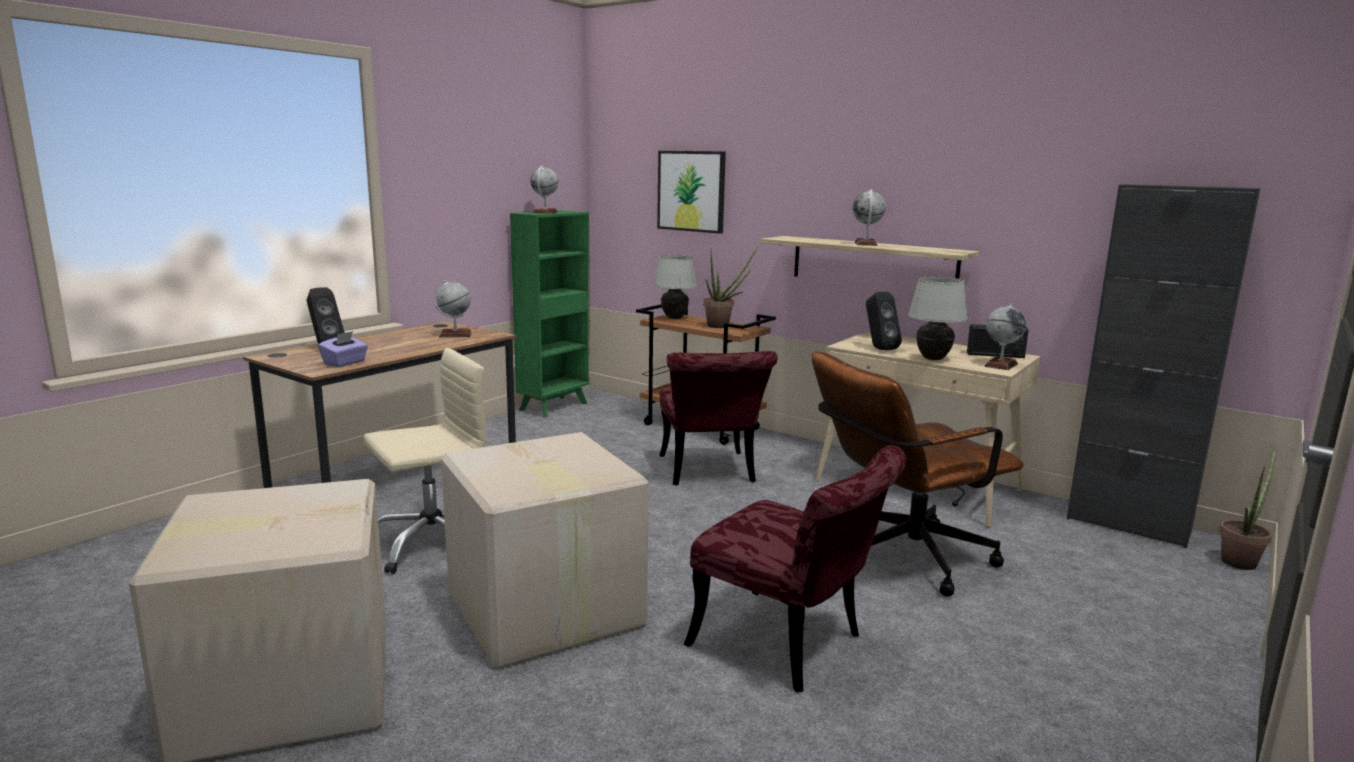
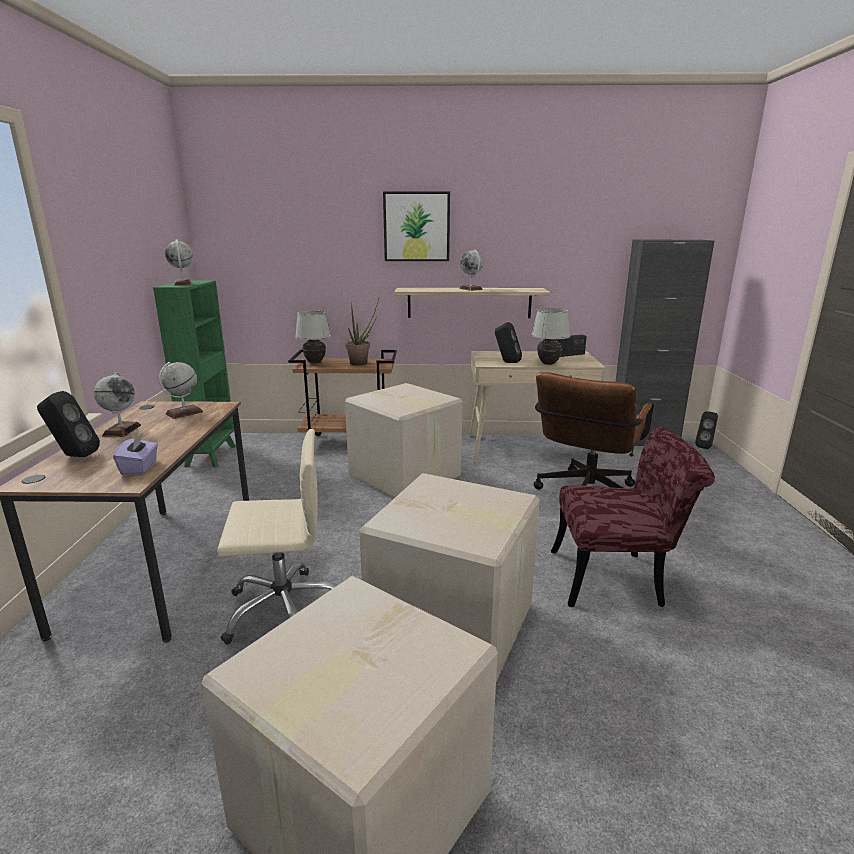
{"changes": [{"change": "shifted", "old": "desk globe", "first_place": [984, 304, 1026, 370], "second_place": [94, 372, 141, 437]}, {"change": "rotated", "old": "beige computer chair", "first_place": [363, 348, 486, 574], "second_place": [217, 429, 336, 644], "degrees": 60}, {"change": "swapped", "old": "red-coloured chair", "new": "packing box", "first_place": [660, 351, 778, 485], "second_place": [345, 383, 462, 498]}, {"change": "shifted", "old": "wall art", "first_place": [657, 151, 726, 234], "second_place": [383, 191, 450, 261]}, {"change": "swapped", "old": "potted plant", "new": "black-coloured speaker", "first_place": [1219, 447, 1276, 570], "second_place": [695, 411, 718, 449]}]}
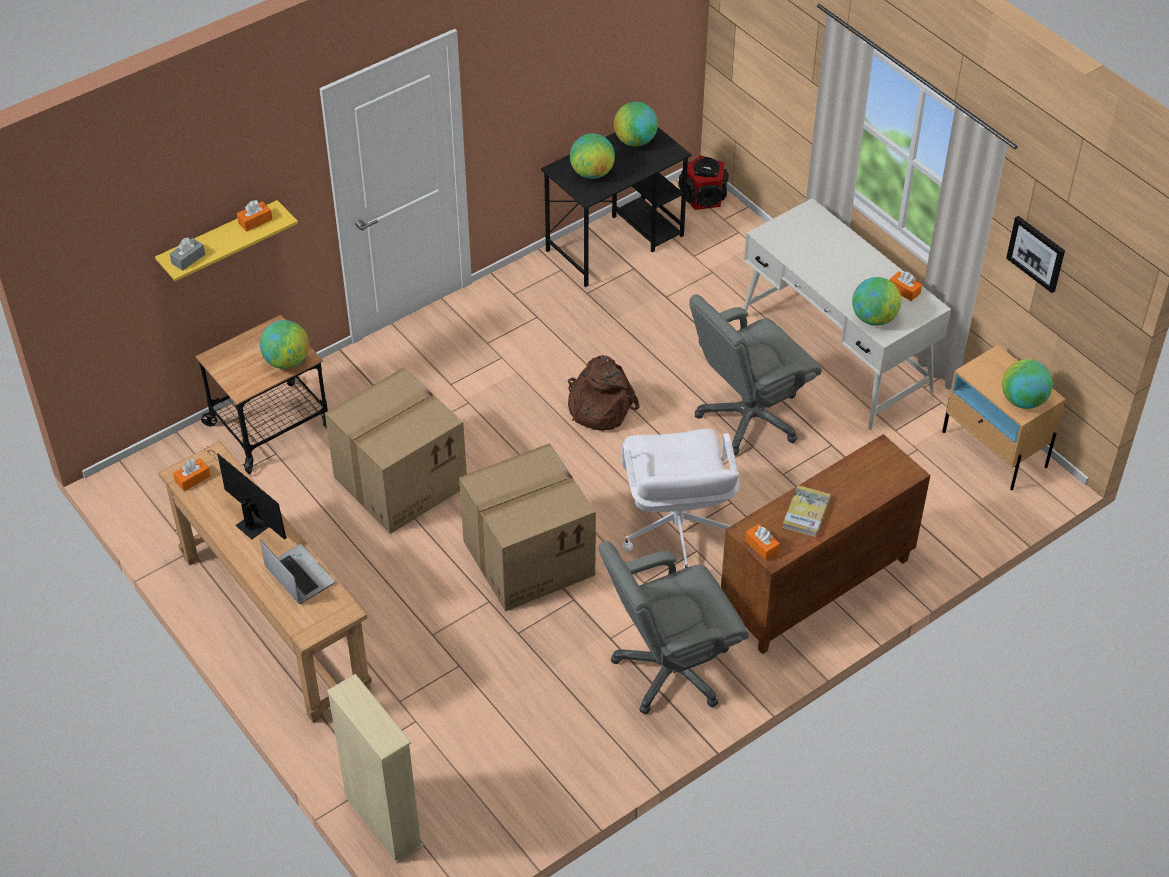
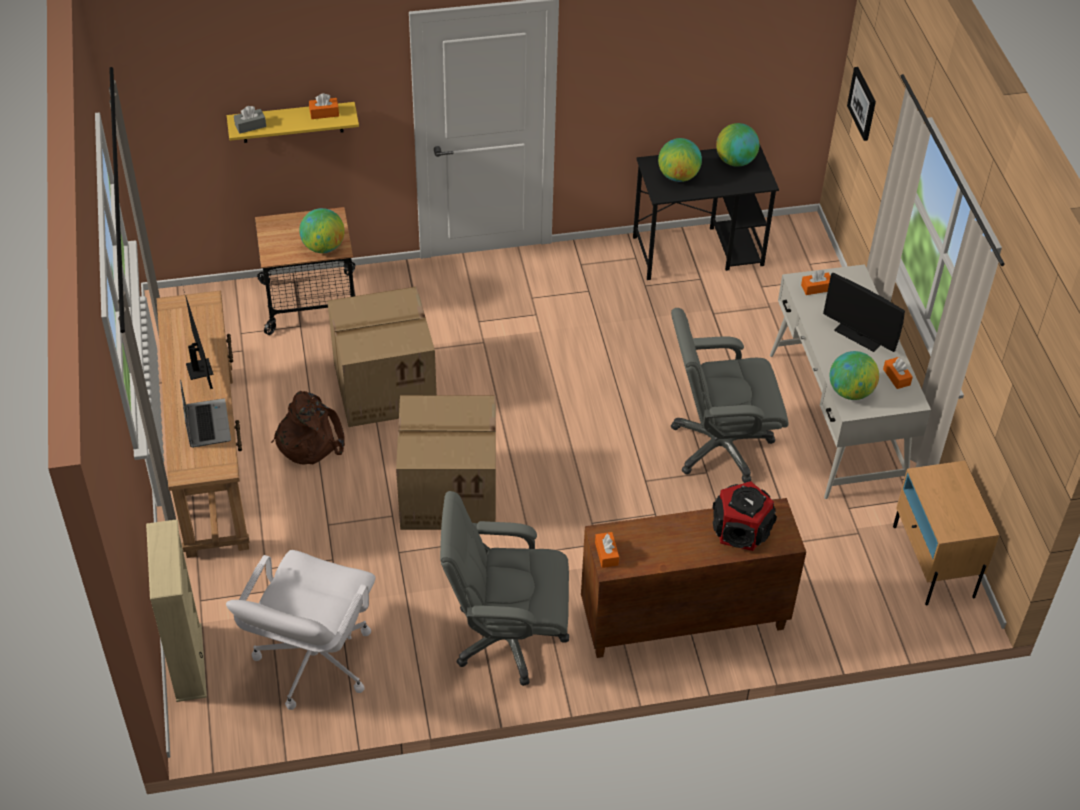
{"changes": [{"change": "shifted", "old": "whitish computer chair", "first_place": [622, 429, 740, 569], "second_place": [226, 550, 376, 710]}, {"change": "shifted", "old": "brownish backpack", "first_place": [568, 355, 640, 431], "second_place": [271, 391, 345, 465]}, {"change": "shifted", "old": "speaker", "first_place": [678, 155, 729, 210], "second_place": [713, 481, 777, 551]}, {"change": "shifted", "old": "orange tissue holder", "first_place": [173, 458, 211, 491], "second_place": [801, 270, 831, 295]}, {"change": "new", "new": "monitor", "second_place": [823, 273, 905, 352]}, {"change": "shifted", "old": "wall art", "first_place": [1006, 216, 1065, 293], "second_place": [847, 67, 876, 141]}, {"change": "gone", "old": "bound book", "first_place": [783, 485, 831, 537]}, {"change": "gone", "old": "desk globe", "first_place": [1002, 359, 1053, 409]}]}
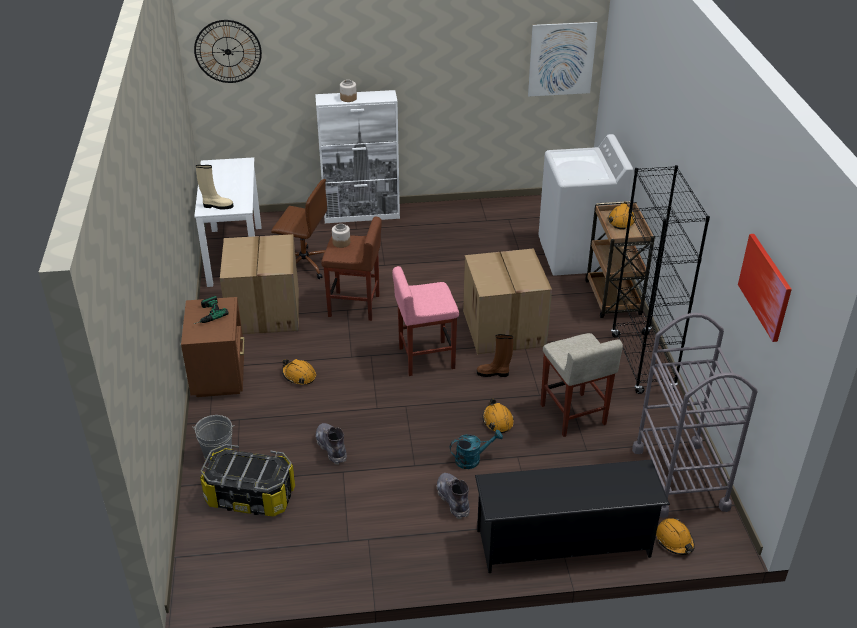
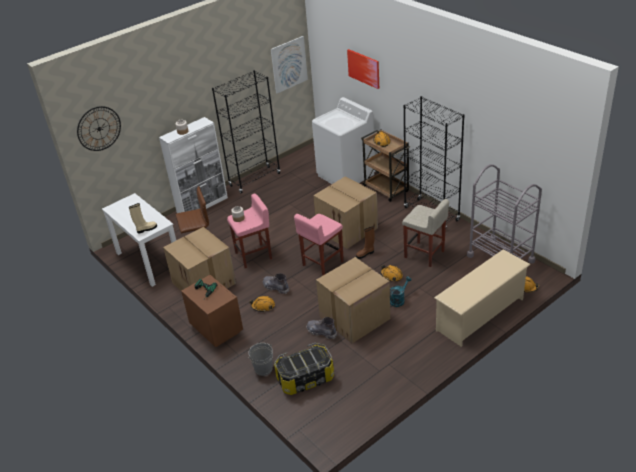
{"changes": [{"change": "new", "new": "black-coloured shelving unit", "second_place": [212, 70, 280, 194]}, {"change": "repainted", "old": "brownish sitting stool", "new": "pink-coloured sitting stool", "first_place": [321, 217, 382, 321], "second_place": [227, 194, 272, 268]}, {"change": "shifted", "old": "grey boot", "first_place": [437, 473, 470, 519], "second_place": [263, 273, 290, 294]}, {"change": "new", "new": "packing box", "second_place": [316, 257, 390, 343]}, {"change": "shifted", "old": "wall art", "first_place": [738, 234, 792, 342], "second_place": [347, 49, 379, 89]}, {"change": "repainted", "old": "black-coloured shoe shelf", "new": "beige shoe shelf", "first_place": [475, 459, 670, 573], "second_place": [434, 249, 531, 347]}]}
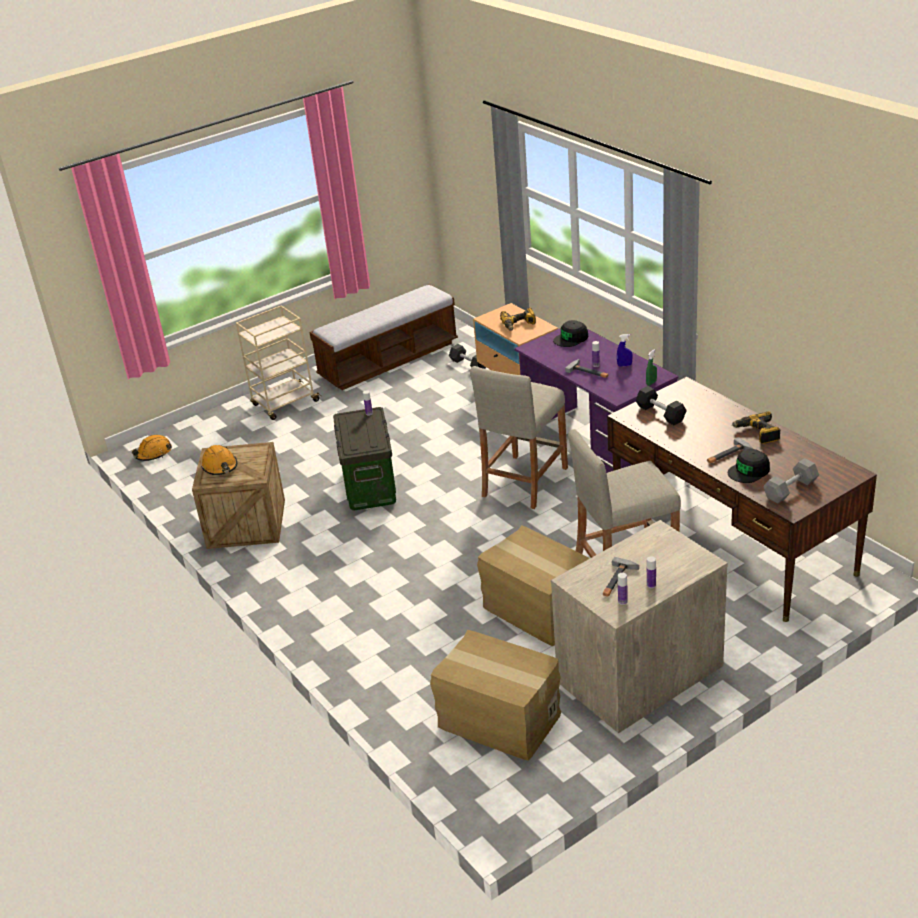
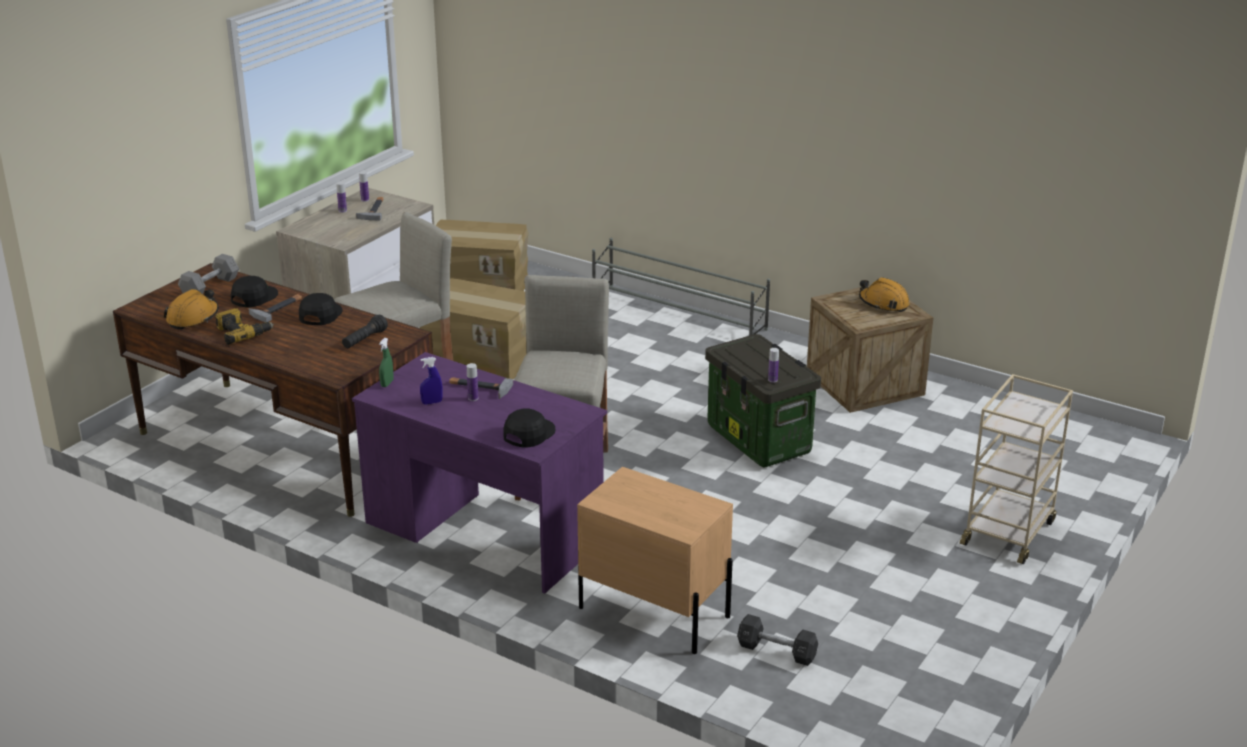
{"changes": [{"change": "shifted", "old": "orange hard hat", "first_place": [132, 435, 172, 461], "second_place": [164, 289, 219, 330]}, {"change": "new", "new": "black-coloured baseball cap", "second_place": [299, 293, 343, 325]}, {"change": "swapped", "old": "black-coloured free weight", "new": "black-coloured flashlight", "first_place": [635, 386, 687, 425], "second_place": [342, 315, 388, 348]}, {"change": "new", "new": "grey shoe shelf", "second_place": [592, 238, 770, 336]}, {"change": "gone", "old": "bench", "first_place": [309, 284, 458, 390]}, {"change": "gone", "old": "power drill", "first_place": [500, 308, 536, 331]}]}
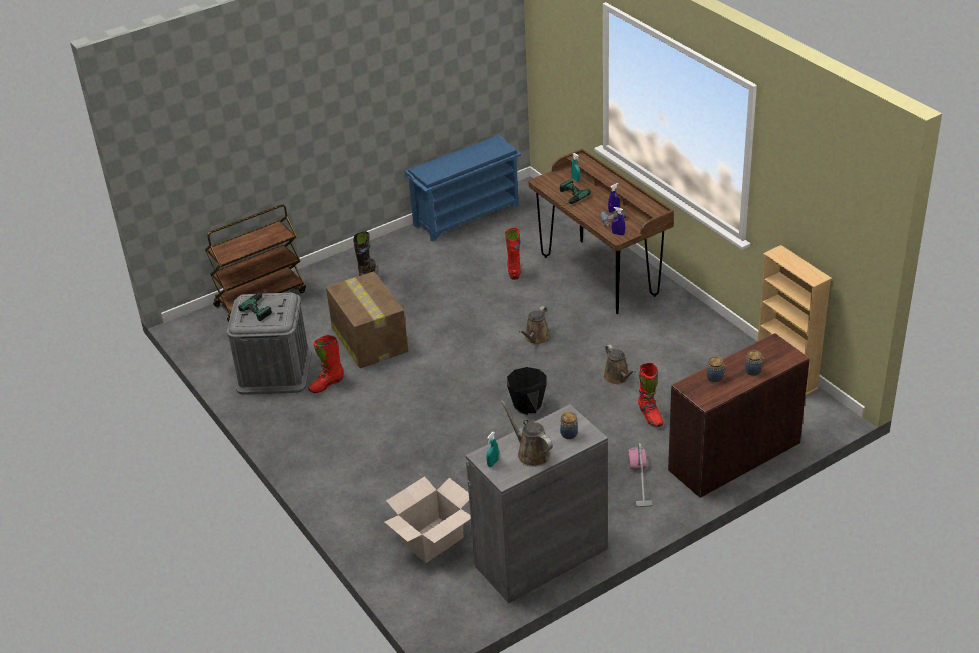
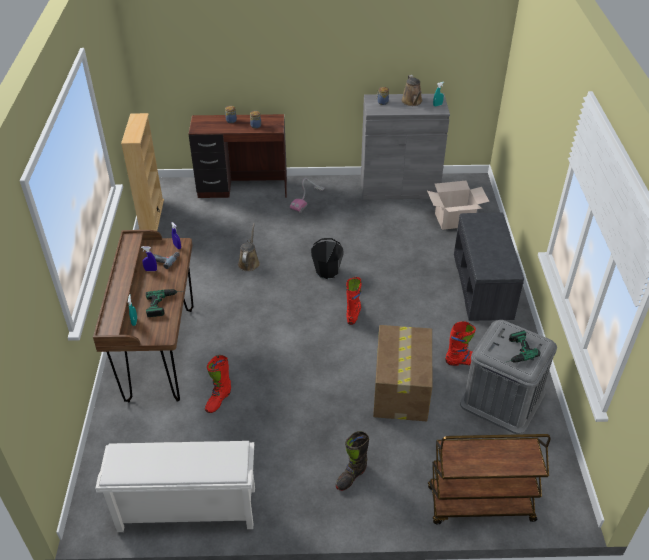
{"changes": [{"change": "repainted", "old": "blue-coloured shoe shelf", "new": "whitish shoe shelf", "first_place": [405, 135, 521, 241], "second_place": [95, 441, 255, 532]}, {"change": "shifted", "old": "red-coloured boot", "first_place": [638, 363, 663, 427], "second_place": [346, 277, 362, 325]}, {"change": "new", "new": "grey bench", "second_place": [454, 212, 524, 321]}, {"change": "gone", "old": "brownish watering can", "first_place": [519, 306, 551, 345]}]}
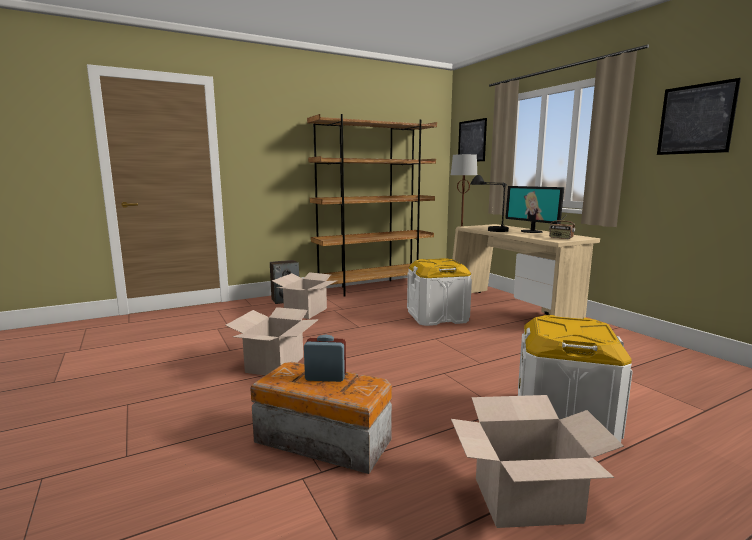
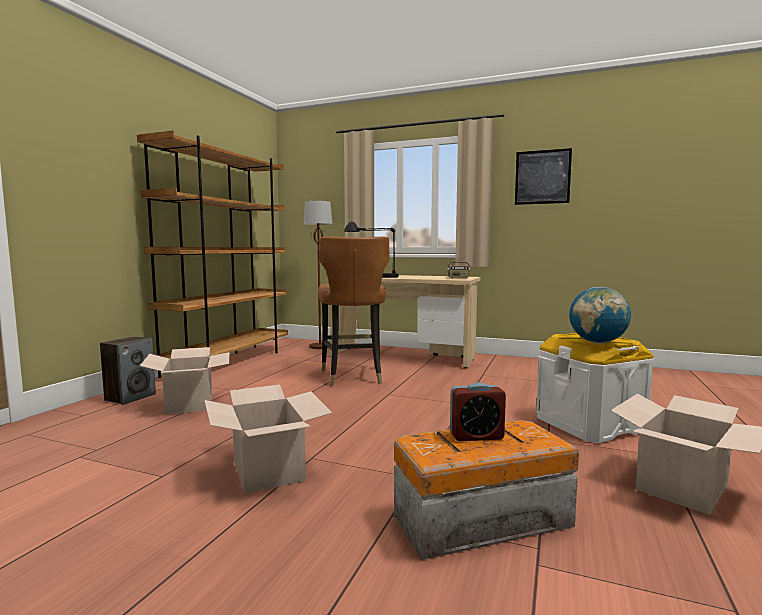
{"changes": [{"change": "swapped", "old": "whitish storage container", "new": "brownish chair", "first_place": [407, 258, 472, 326], "second_place": [318, 236, 390, 386]}, {"change": "rotated", "old": "alarm clock", "first_place": [304, 335, 346, 382], "second_place": [450, 383, 506, 441], "degrees": -150}, {"change": "new", "new": "desk globe", "second_place": [569, 287, 631, 343]}, {"change": "gone", "old": "wall art", "first_place": [458, 118, 487, 162]}, {"change": "gone", "old": "monitor", "first_place": [505, 186, 564, 233]}]}
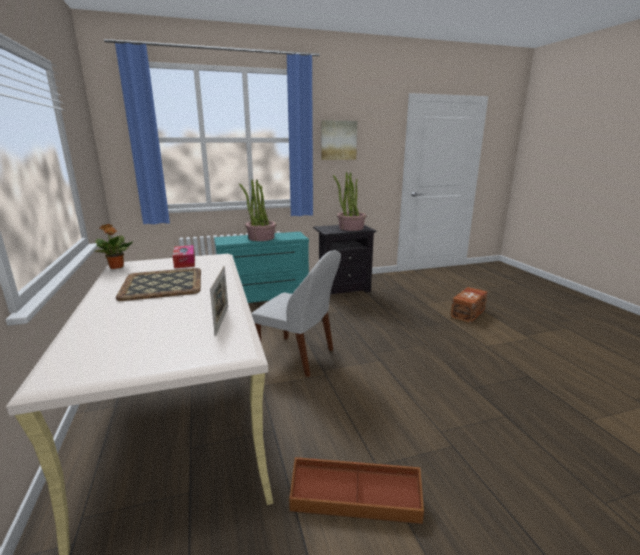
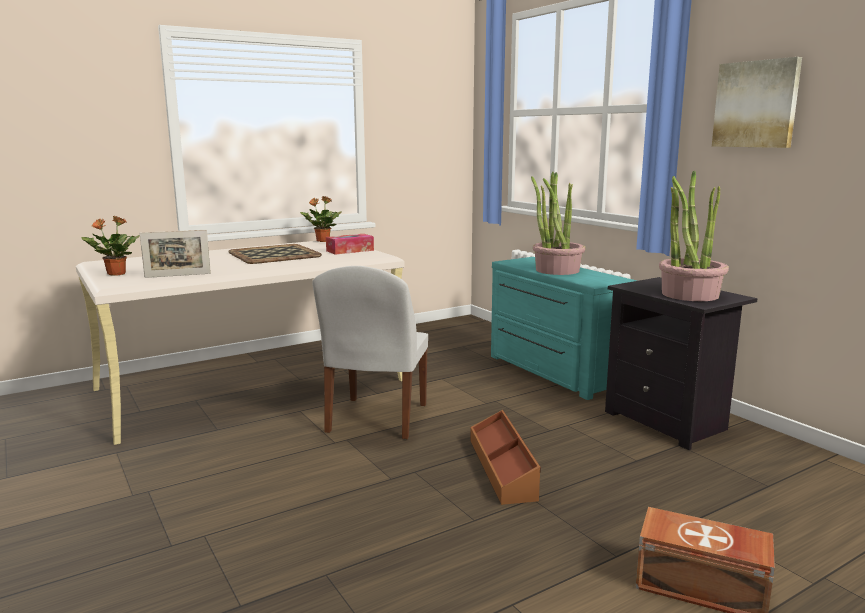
{"changes": [{"change": "new", "new": "potted plant", "second_place": [82, 216, 140, 276]}, {"change": "shifted", "old": "brownish storage container", "first_place": [289, 457, 424, 524], "second_place": [470, 410, 541, 505]}]}
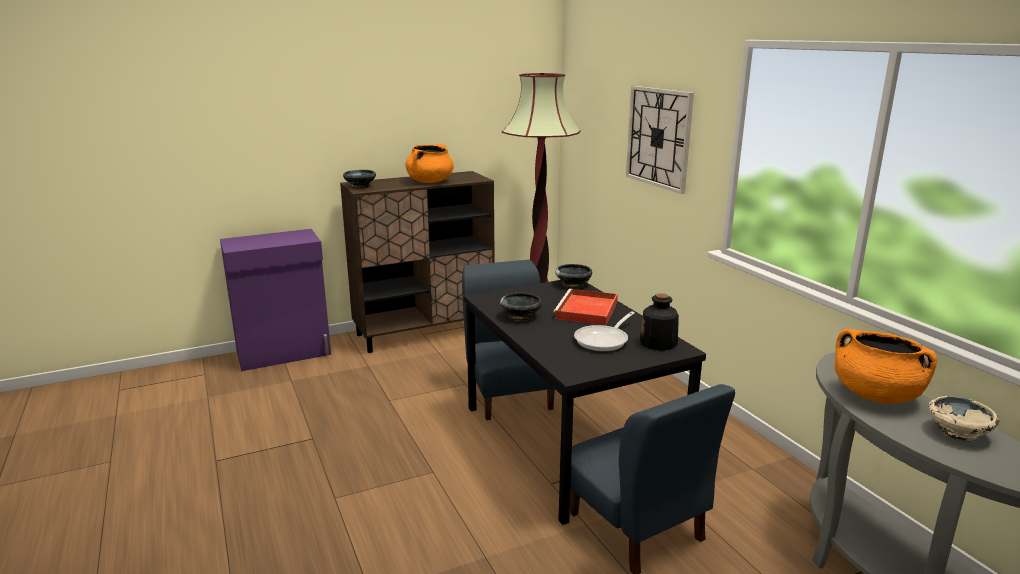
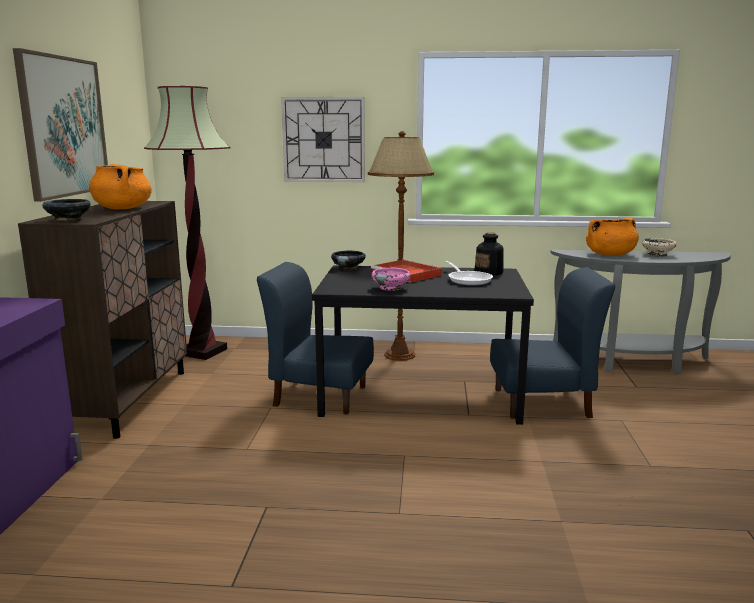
{"changes": [{"change": "new", "new": "wall art", "second_place": [13, 48, 108, 202]}, {"change": "new", "new": "brownish standard lamp", "second_place": [368, 131, 434, 361]}, {"change": "repainted", "old": "black-coloured bowl", "new": "pink-coloured bowl", "first_place": [500, 293, 542, 321], "second_place": [372, 268, 411, 291]}]}
